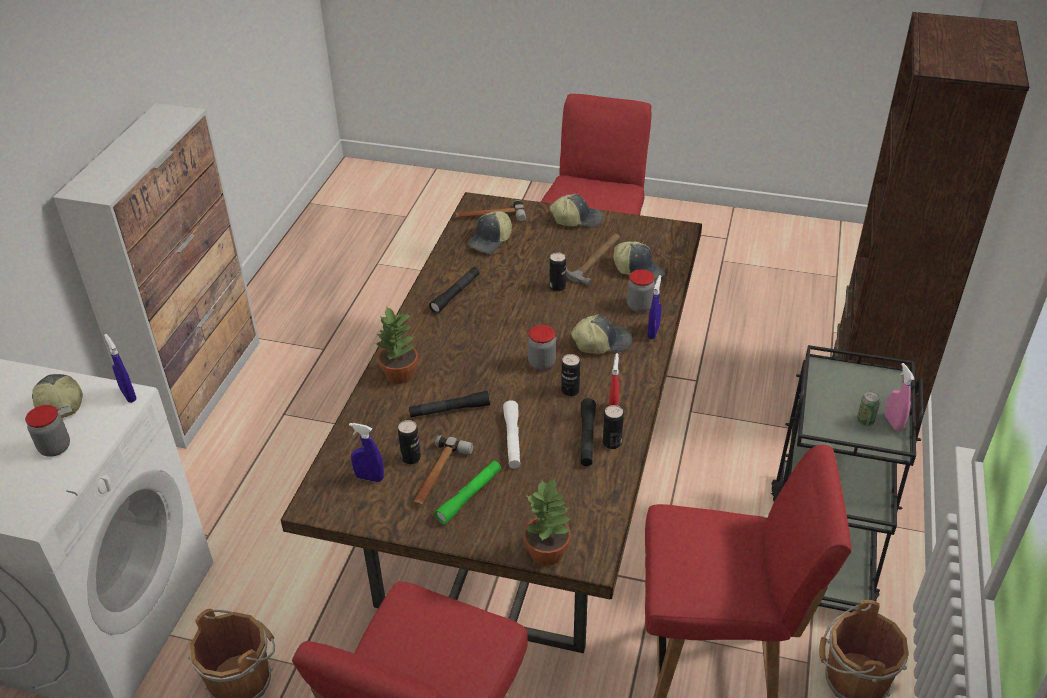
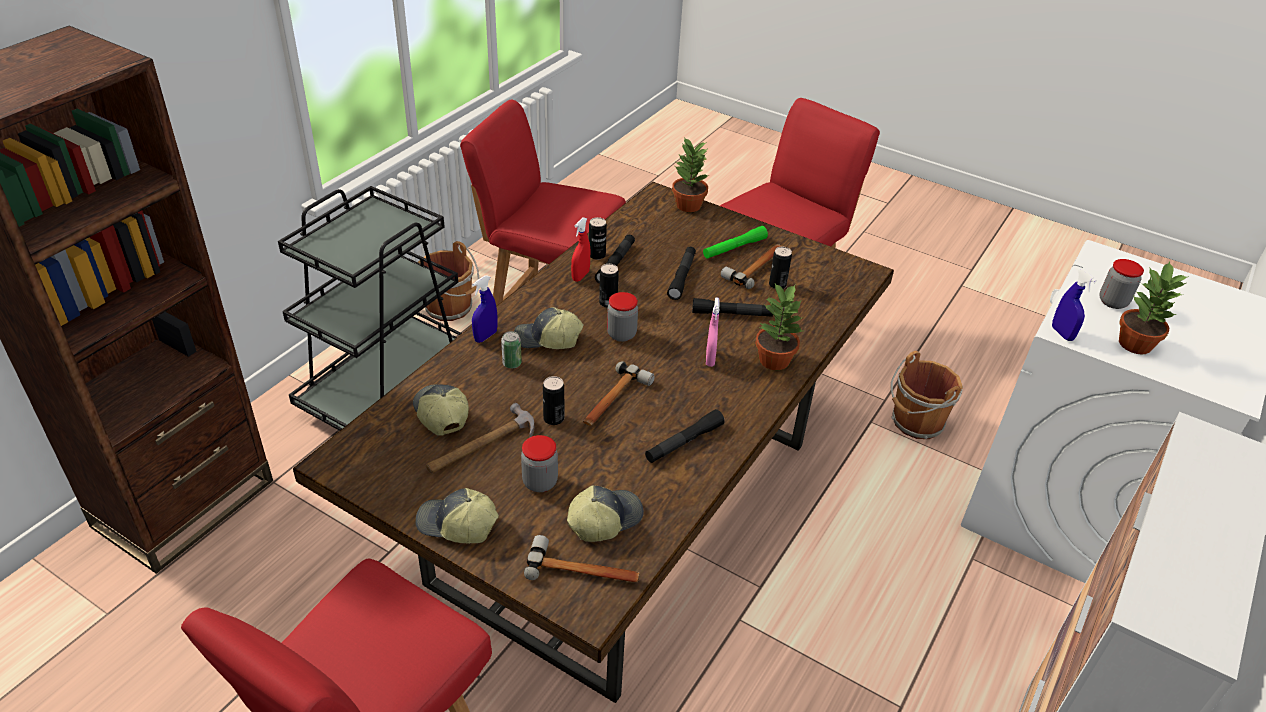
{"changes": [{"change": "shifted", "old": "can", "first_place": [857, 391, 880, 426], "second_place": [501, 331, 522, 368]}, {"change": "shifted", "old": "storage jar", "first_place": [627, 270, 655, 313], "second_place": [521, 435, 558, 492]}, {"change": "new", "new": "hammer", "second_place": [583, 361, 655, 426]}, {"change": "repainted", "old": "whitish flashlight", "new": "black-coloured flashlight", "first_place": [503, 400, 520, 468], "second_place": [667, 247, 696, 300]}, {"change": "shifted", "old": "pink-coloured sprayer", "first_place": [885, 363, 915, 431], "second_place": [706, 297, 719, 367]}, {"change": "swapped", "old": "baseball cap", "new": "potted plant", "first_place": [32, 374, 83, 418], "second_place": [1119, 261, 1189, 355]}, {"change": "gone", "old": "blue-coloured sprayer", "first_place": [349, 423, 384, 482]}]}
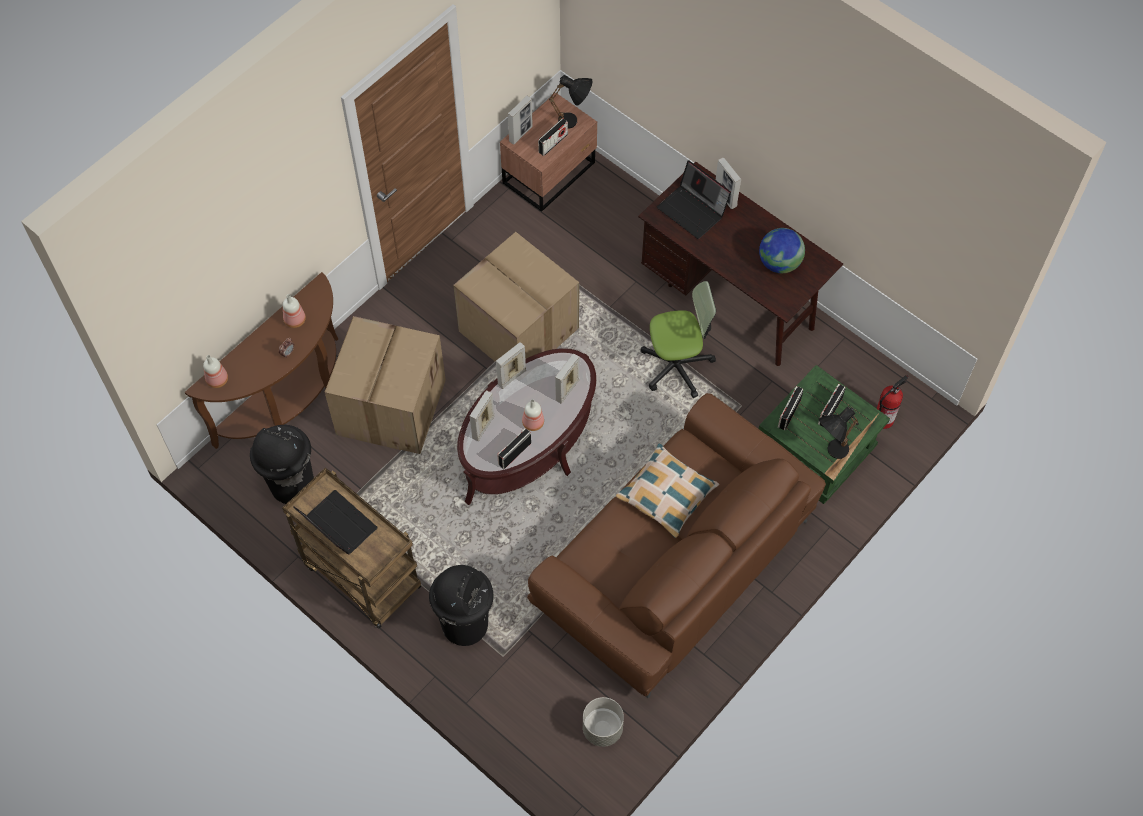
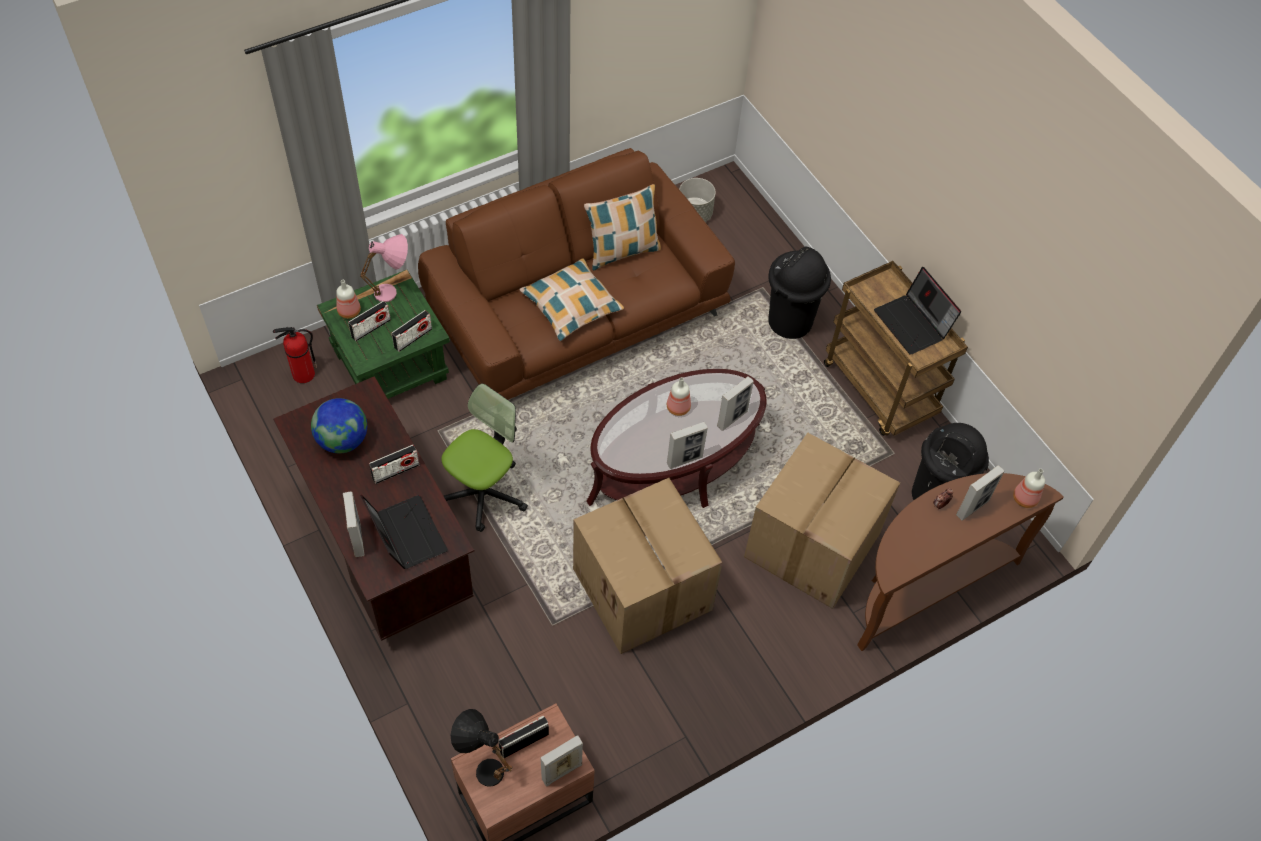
{"changes": [{"change": "shifted", "old": "drink bottle", "first_place": [283, 294, 306, 328], "second_place": [336, 280, 361, 319]}, {"change": "repainted", "old": "black-coloured lamp for a table", "new": "pink-coloured lamp for a table", "first_place": [819, 406, 859, 459], "second_place": [360, 234, 408, 302]}, {"change": "shifted", "old": "radio set", "first_place": [497, 428, 531, 469], "second_place": [369, 445, 419, 484]}, {"change": "rotated", "old": "computer chair", "first_place": [640, 281, 716, 398], "second_place": [441, 383, 528, 532], "degrees": 120}, {"change": "new", "new": "cushion", "second_place": [584, 184, 661, 271]}, {"change": "shifted", "old": "photo frame", "first_place": [555, 354, 579, 404], "second_place": [956, 465, 1004, 521]}]}
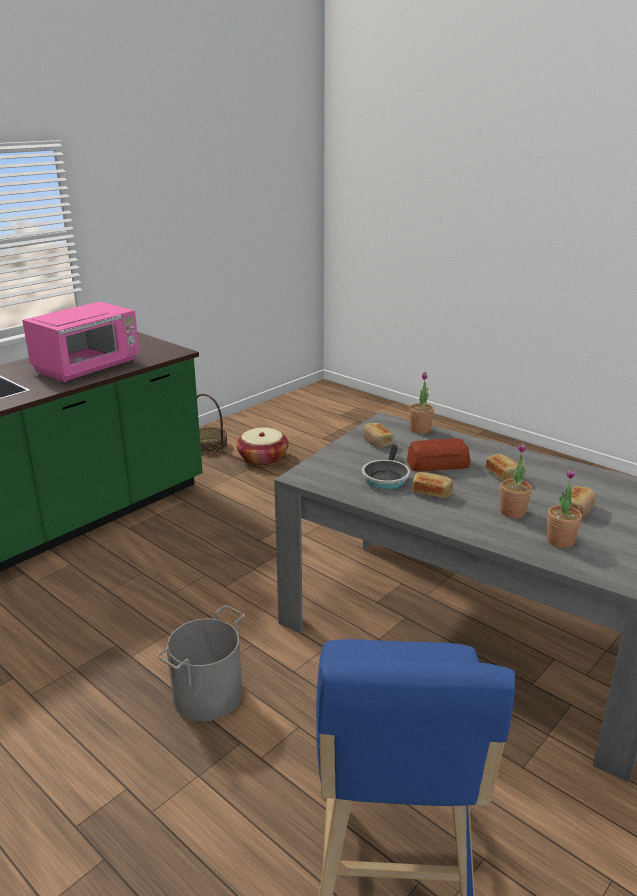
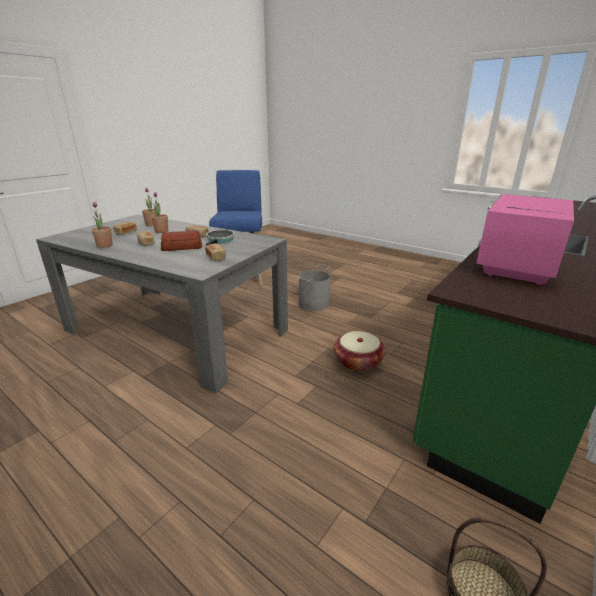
{"changes": [{"change": "shifted", "old": "potted plant", "first_place": [409, 372, 434, 434], "second_place": [92, 202, 113, 248]}, {"change": "shifted", "old": "storage basket", "first_place": [236, 427, 289, 466], "second_place": [334, 331, 385, 372]}]}
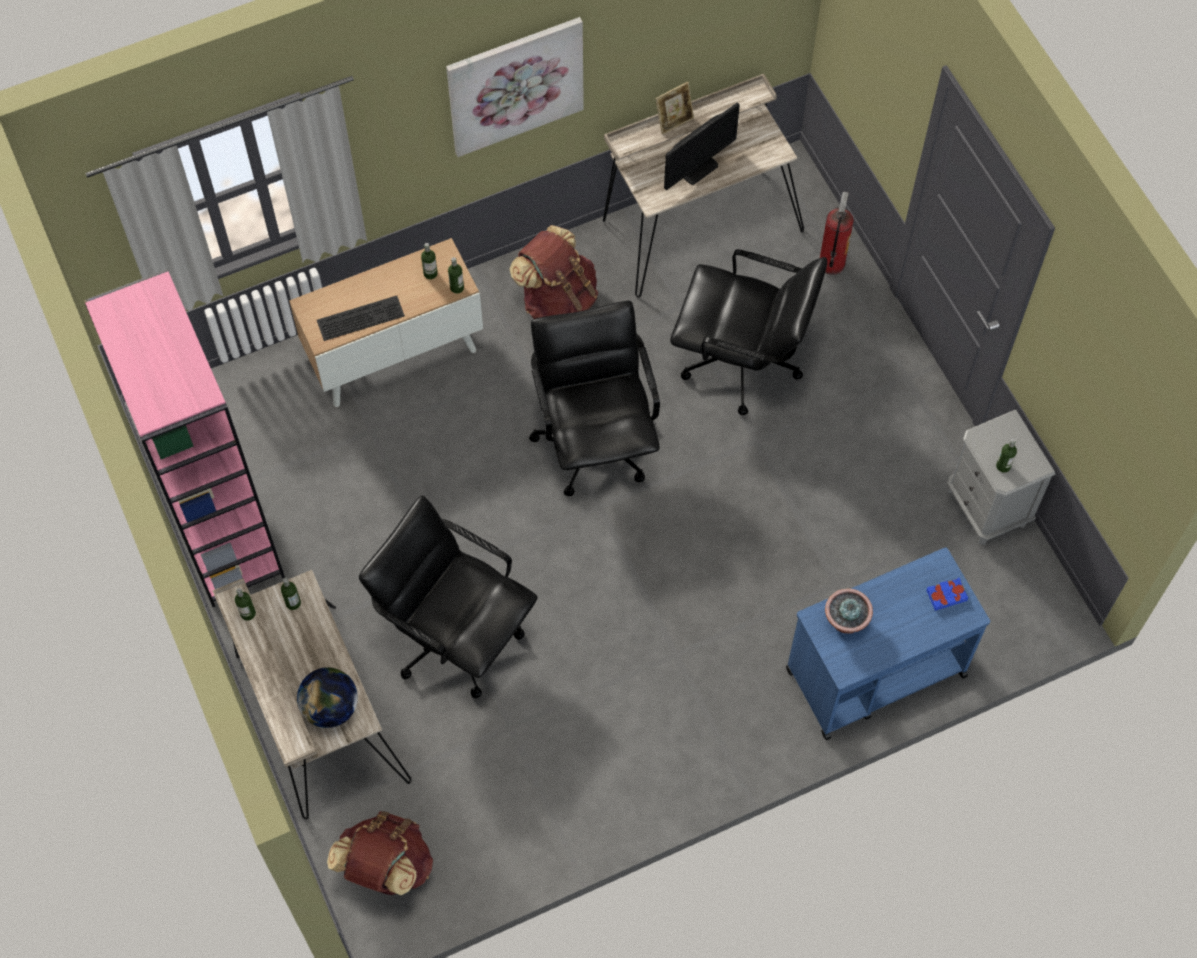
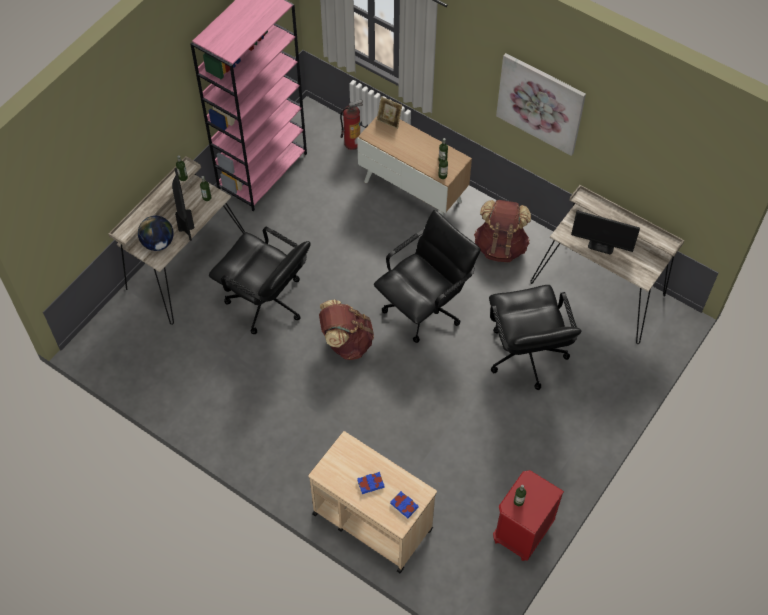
{"changes": [{"change": "new", "new": "monitor", "second_place": [172, 168, 194, 241]}, {"change": "rotated", "old": "black-coloured computer chair", "first_place": [359, 495, 538, 699], "second_place": [209, 227, 310, 334], "degrees": 120}, {"change": "repainted", "old": "blue-coloured wheeled cart", "new": "beige wheeled cart", "first_place": [786, 547, 990, 740], "second_place": [308, 431, 437, 573]}, {"change": "shifted", "old": "brownish backpack", "first_place": [327, 811, 433, 895], "second_place": [319, 300, 374, 360]}, {"change": "shifted", "old": "fire-fighting cylinder", "first_place": [820, 192, 854, 275], "second_place": [340, 99, 363, 150]}, {"change": "new", "new": "blue-coloured bound book", "second_place": [357, 472, 385, 494]}, {"change": "shifted", "old": "photo frame", "first_place": [656, 82, 694, 135], "second_place": [377, 97, 402, 129]}, {"change": "repainted", "old": "grey nightstand", "new": "red-coloured nightstand", "first_place": [947, 410, 1055, 545], "second_place": [493, 470, 564, 561]}, {"change": "gone", "old": "keyboard", "first_place": [317, 296, 405, 341]}, {"change": "gone", "old": "potted plant", "first_place": [825, 589, 873, 634]}]}
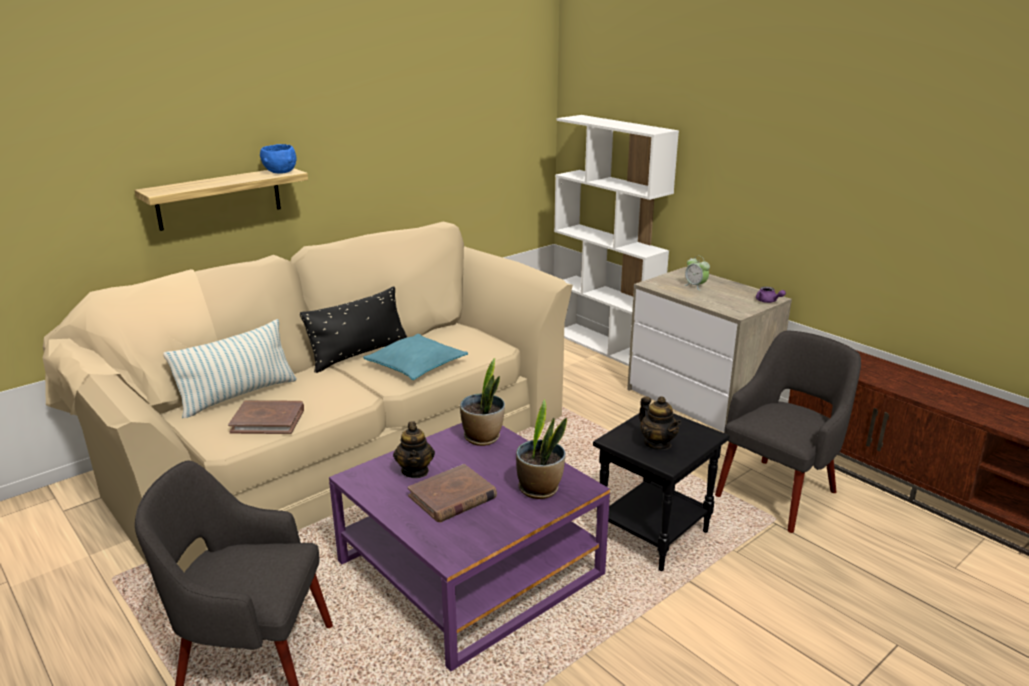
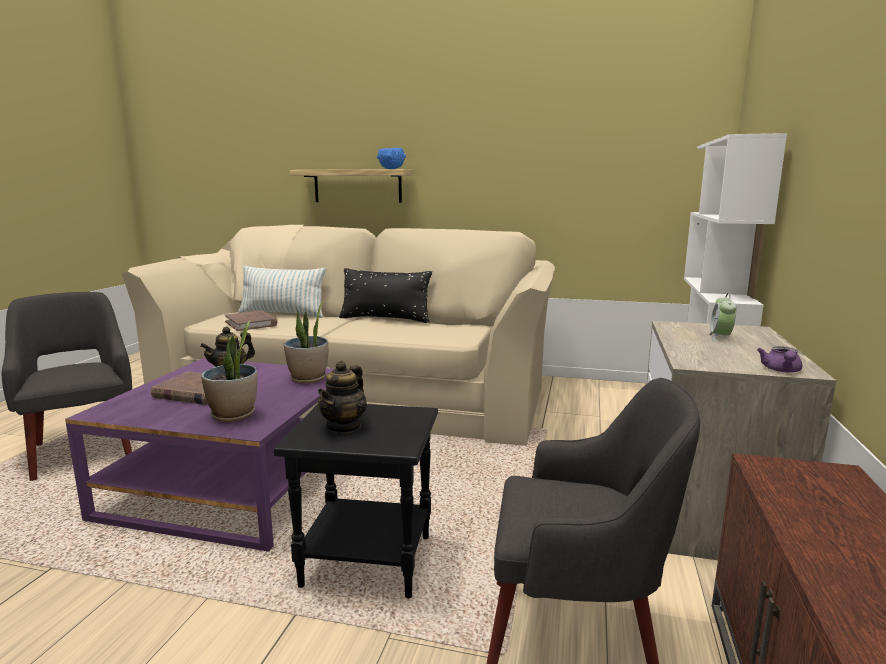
{"changes": [{"change": "gone", "old": "turquoise-coloured cushion", "first_place": [363, 334, 468, 380]}]}
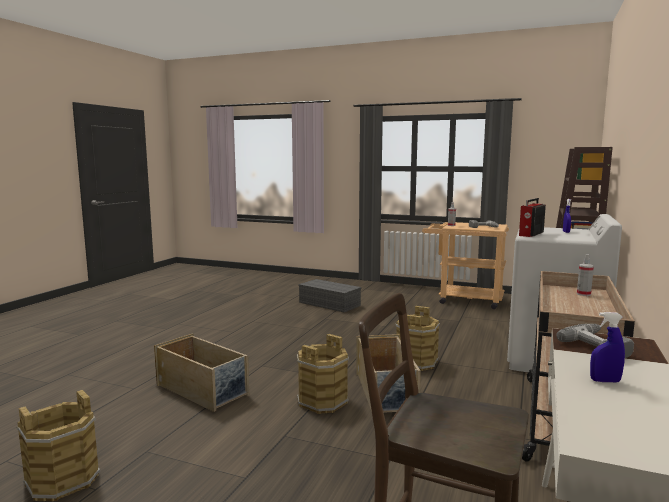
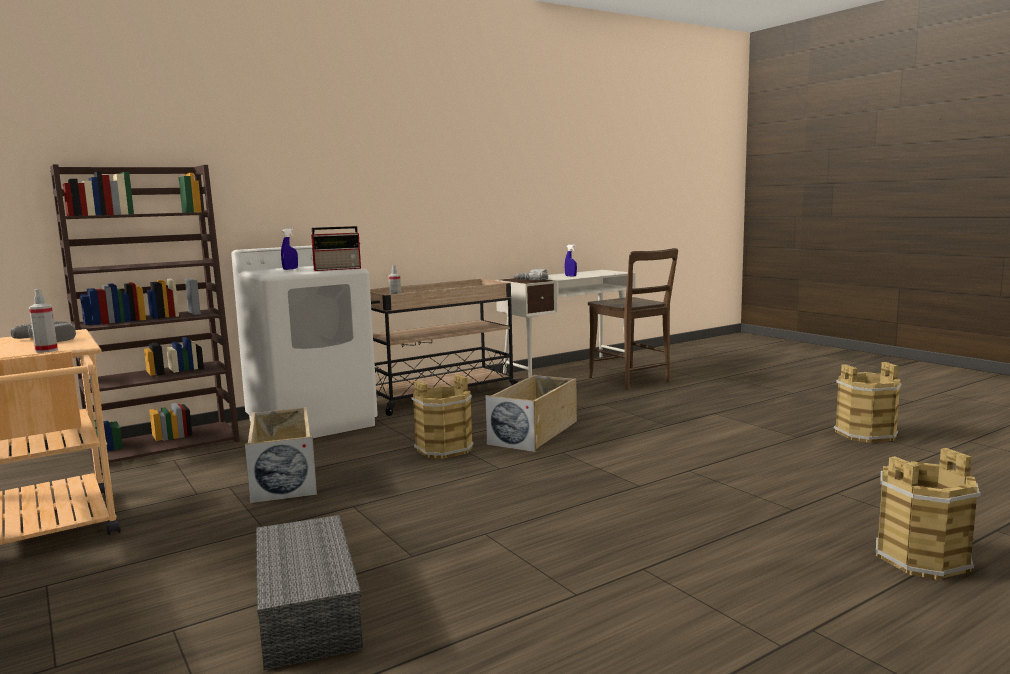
{"changes": [{"change": "shifted", "old": "beige storage container", "first_place": [154, 333, 249, 412], "second_place": [245, 407, 317, 503]}, {"change": "shifted", "old": "brownish water bucket", "first_place": [296, 334, 349, 414], "second_place": [876, 448, 981, 580]}]}
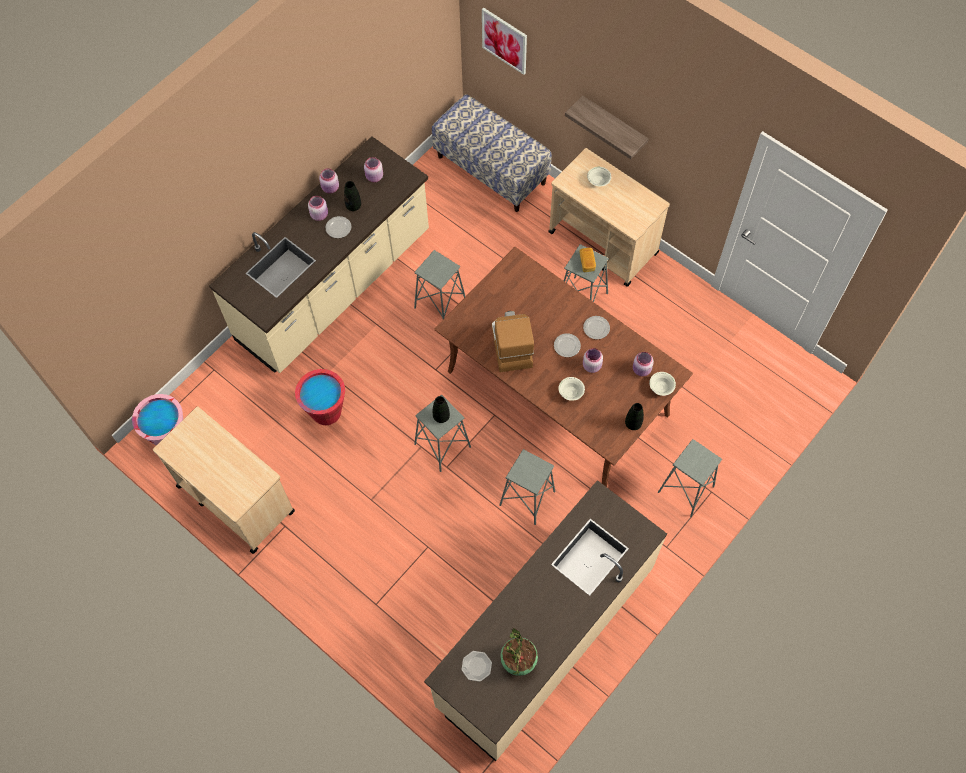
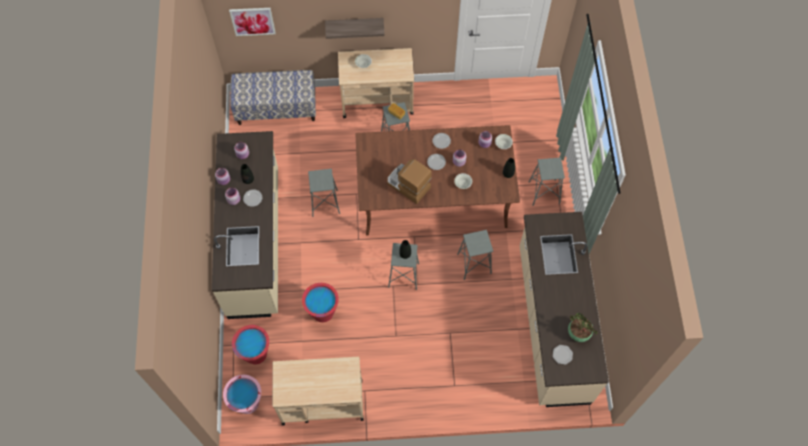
{"changes": [{"change": "new", "new": "red-coloured water bucket", "second_place": [232, 325, 269, 364]}]}
